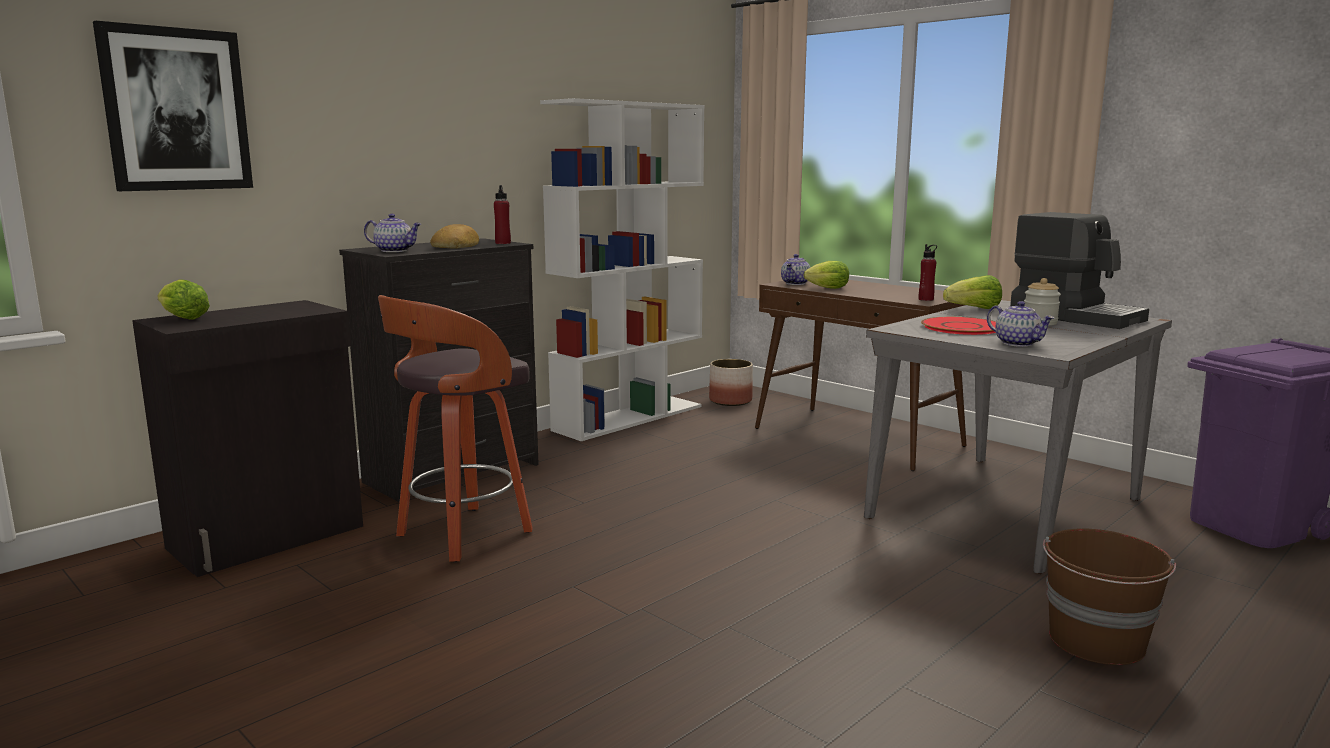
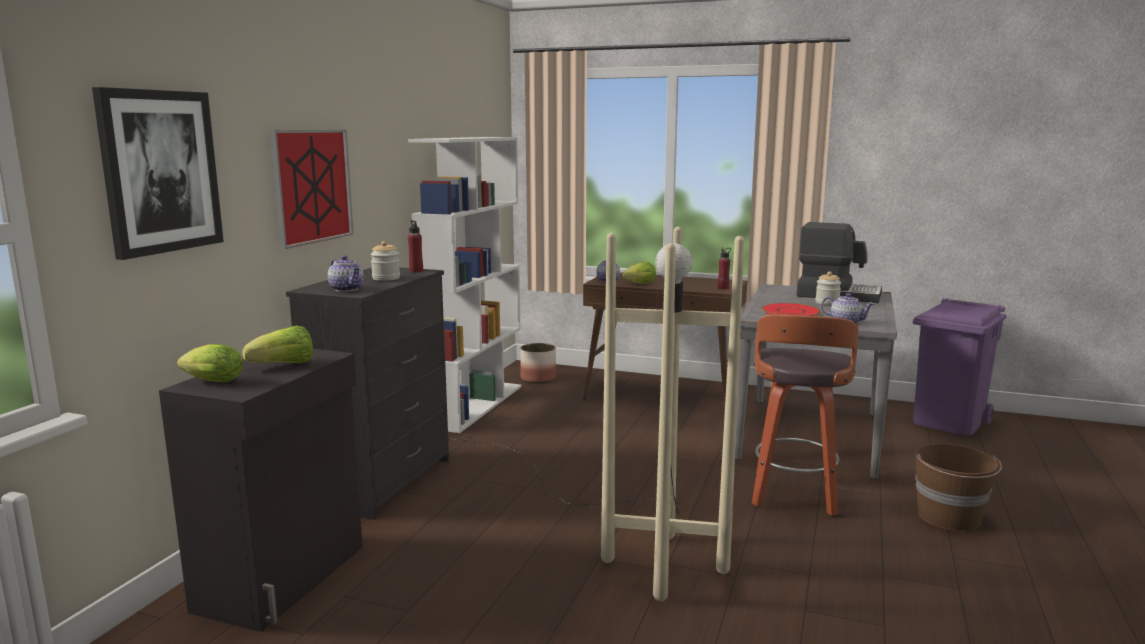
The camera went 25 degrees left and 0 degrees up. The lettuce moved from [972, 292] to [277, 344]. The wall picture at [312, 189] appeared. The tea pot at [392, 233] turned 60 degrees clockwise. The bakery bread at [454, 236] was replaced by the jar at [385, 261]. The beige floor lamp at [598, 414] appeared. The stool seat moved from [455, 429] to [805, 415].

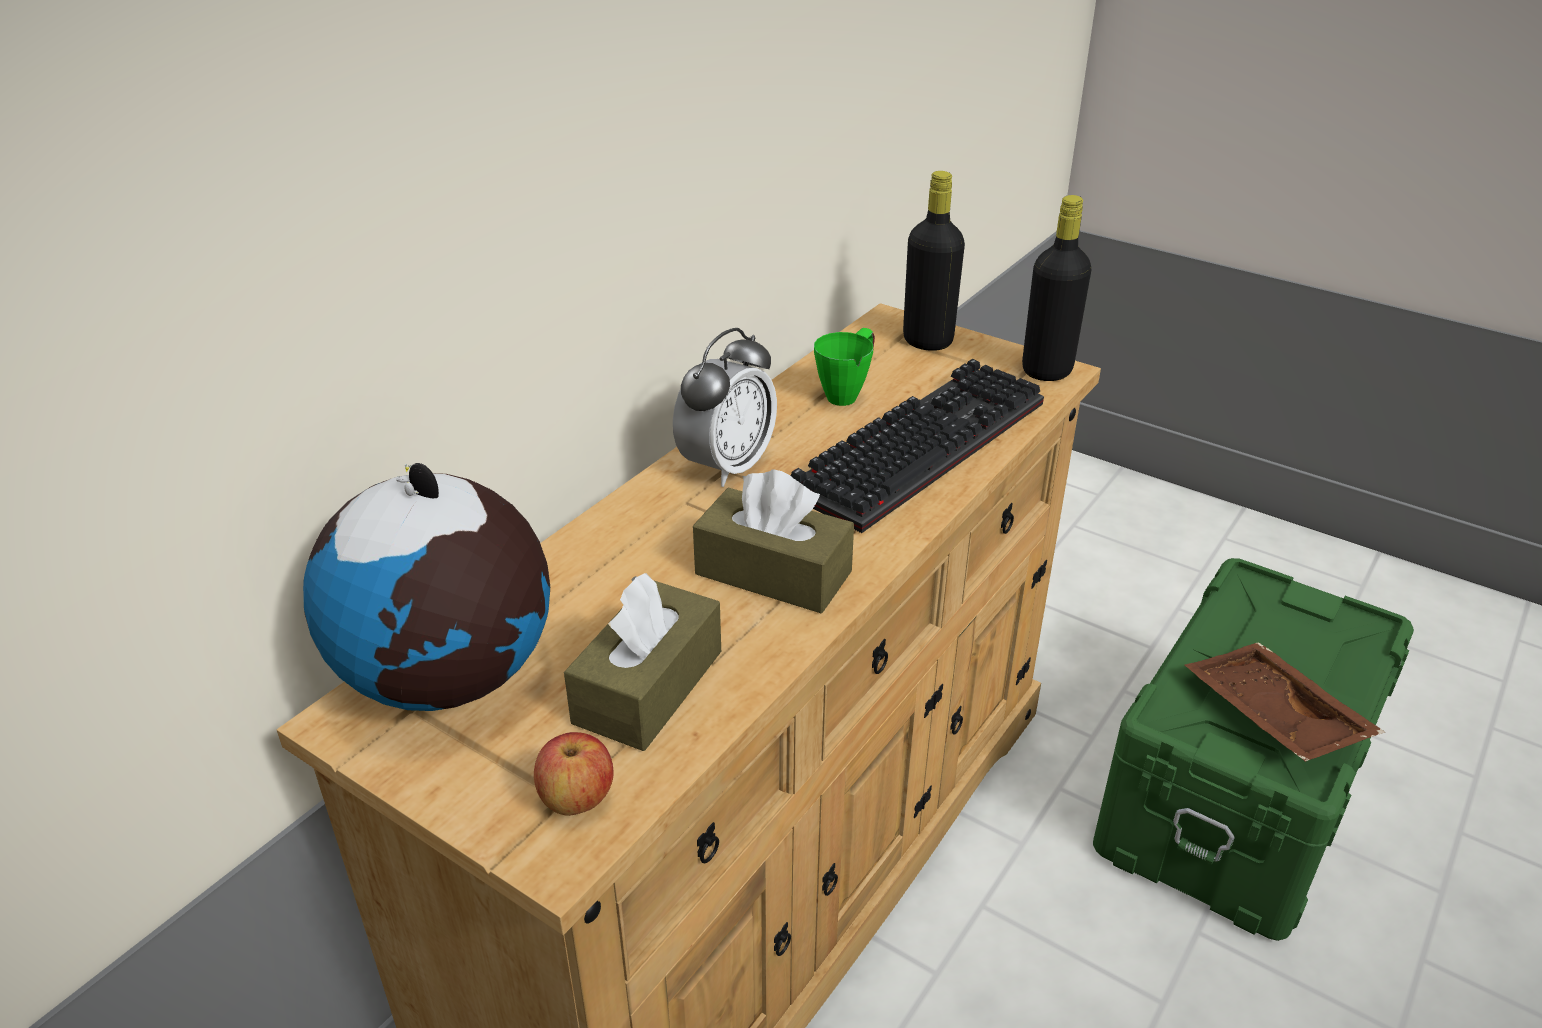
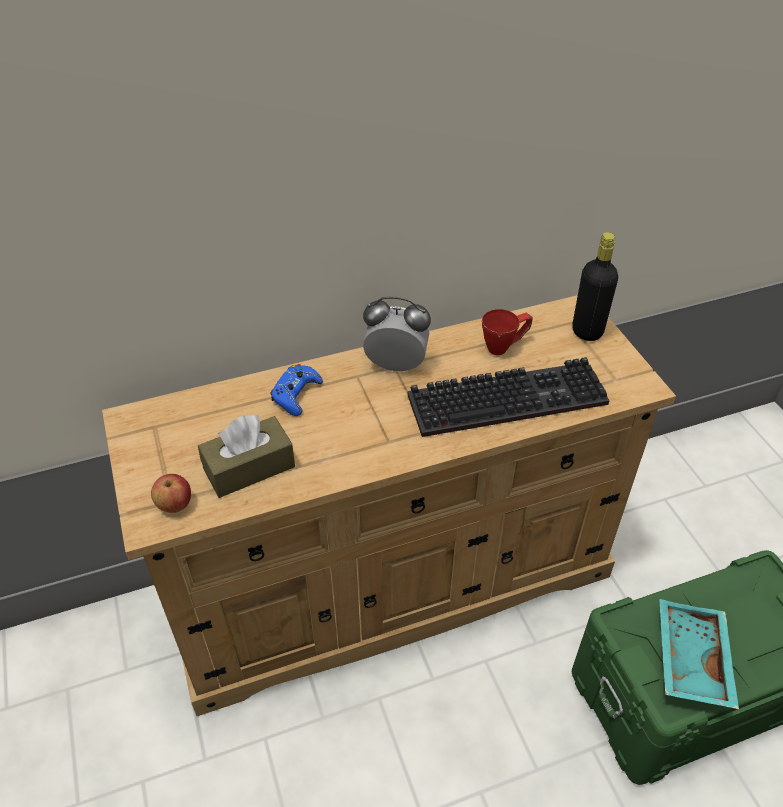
The camera went 35 degrees right and 10 degrees up. The blue-coloured gamepad at [297, 390] appeared. The alarm clock at [725, 407] turned 150 degrees counterclockwise. The green-coloured mug at [844, 367] became the reddish mug at [507, 332]. The brown carrying tray at [1285, 702] became the turquoise-coloured carrying tray at [699, 654]. The world globe at [426, 587] disappeared. The brown box of tissues at [773, 541] disappeared. The blackish bottle at [1056, 288] disappeared.

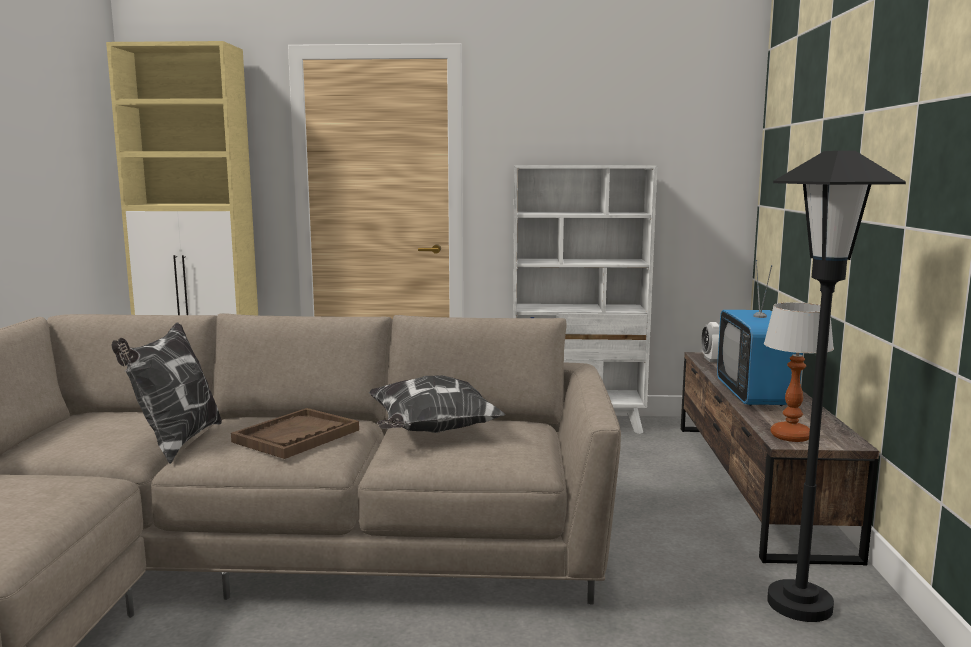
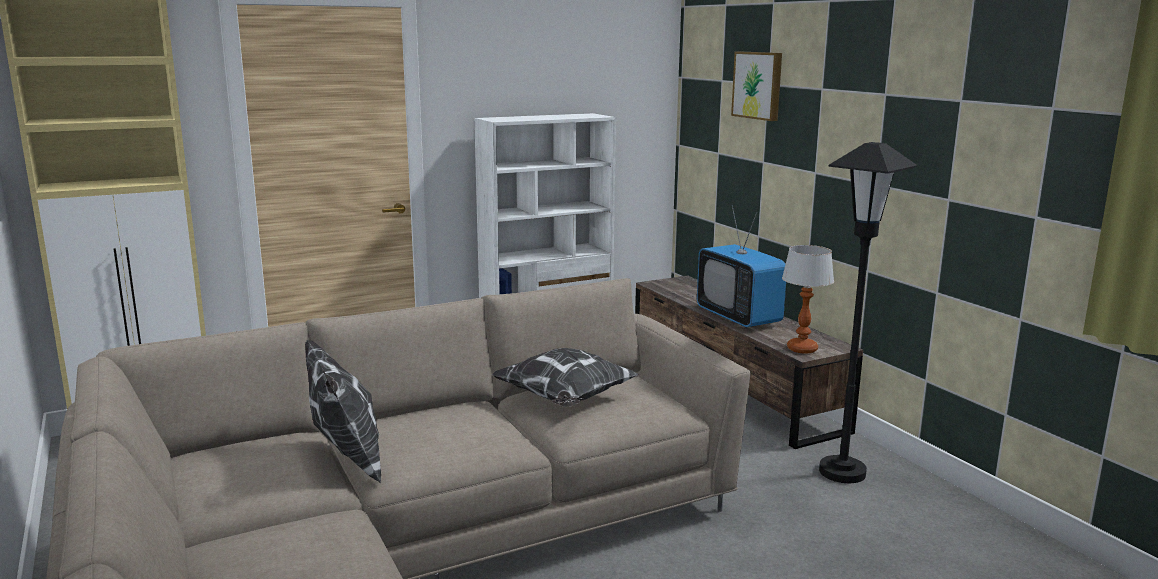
The camera went 30 degrees left and 5 degrees up. The wall picture at [756, 86] appeared. The brown carrying tray at [295, 433] disappeared. The alarm clock at [710, 342] disappeared.

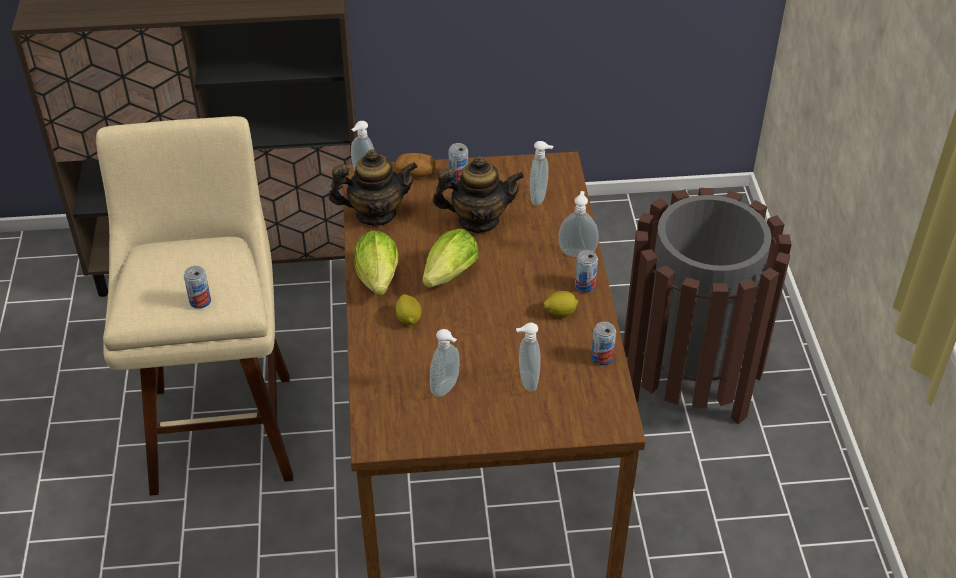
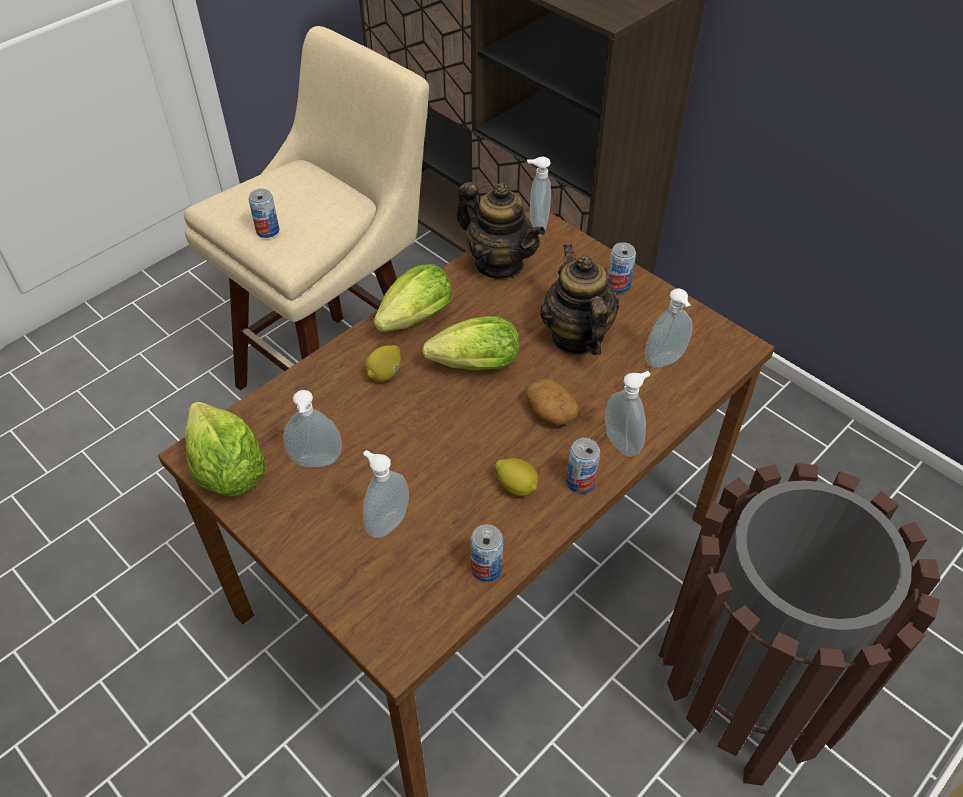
The camera went 50 degrees right and 5 degrees up. The lettuce at [225, 449] appeared. The spud moved from [415, 165] to [552, 402]. The tea pot at [478, 194] turned 150 degrees counterclockwise.

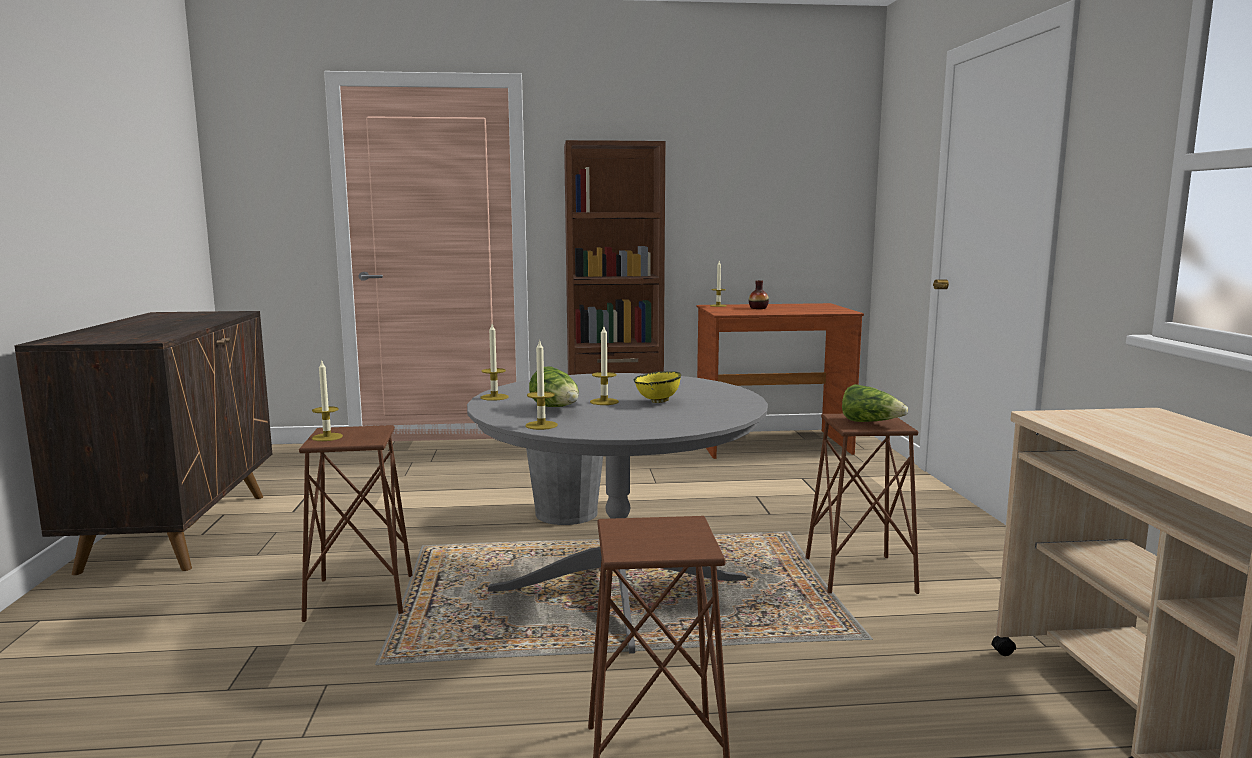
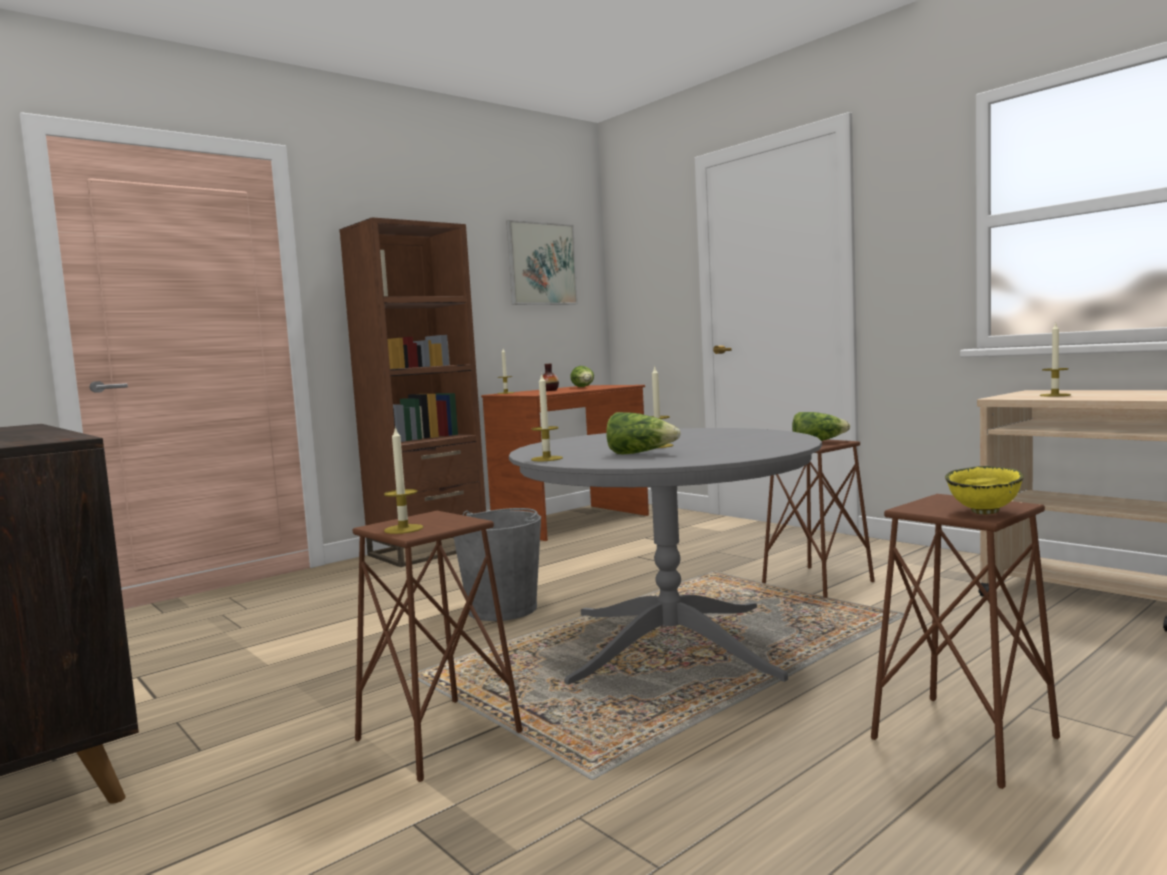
The camera went 35 degrees left and 5 degrees down. The wall picture at [542, 262] appeared. The lettuce at [582, 376] appeared. The yellow bowl moved from [657, 387] to [984, 490]. The wax candle moved from [541, 384] to [1055, 360].

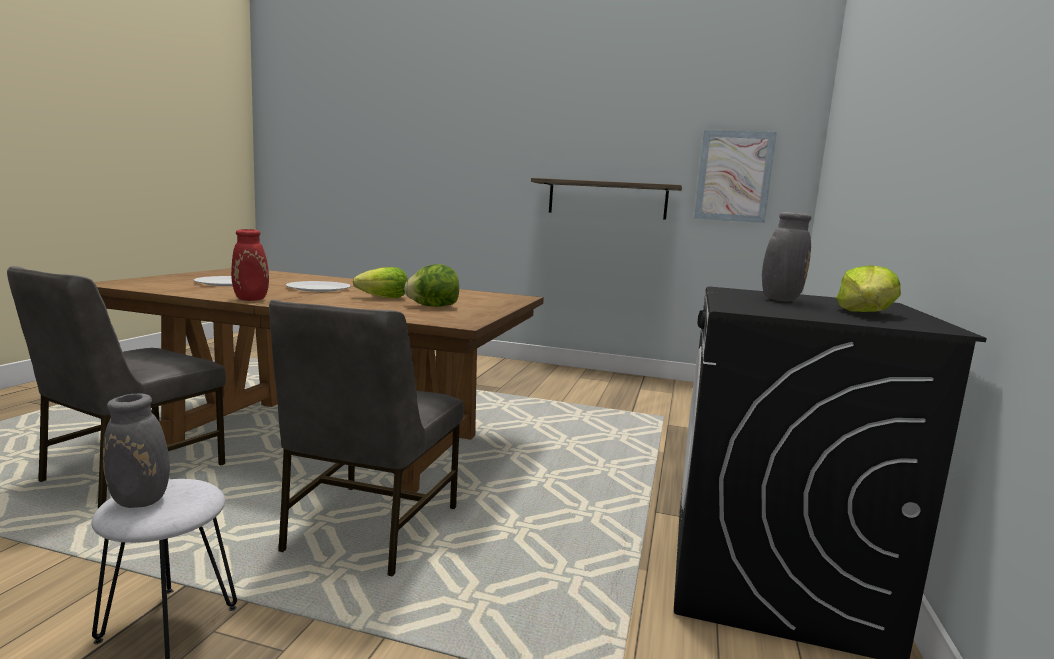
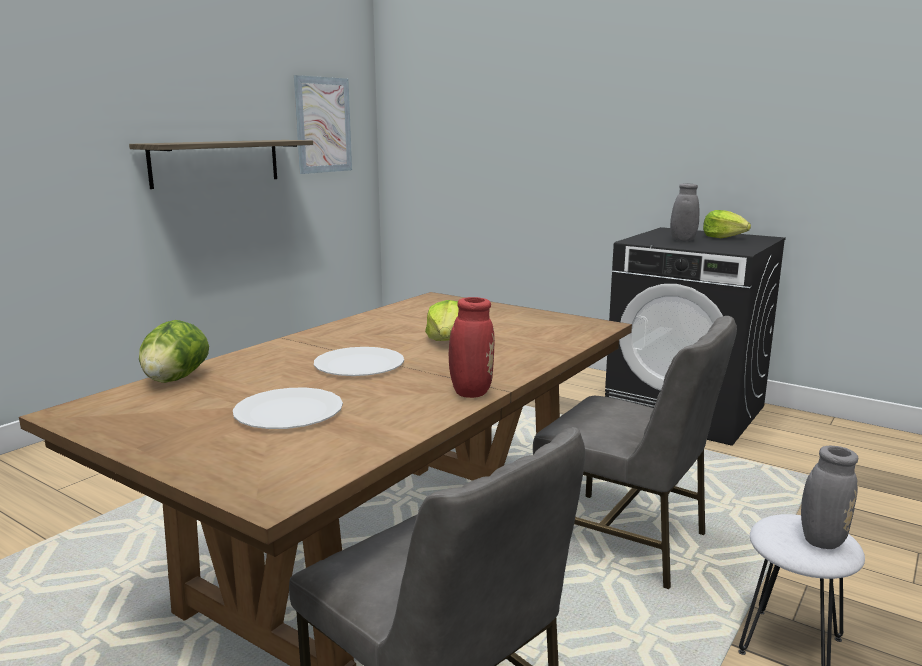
The camera went 70 degrees left and 5 degrees up. The lettuce moved from [431, 285] to [174, 351].

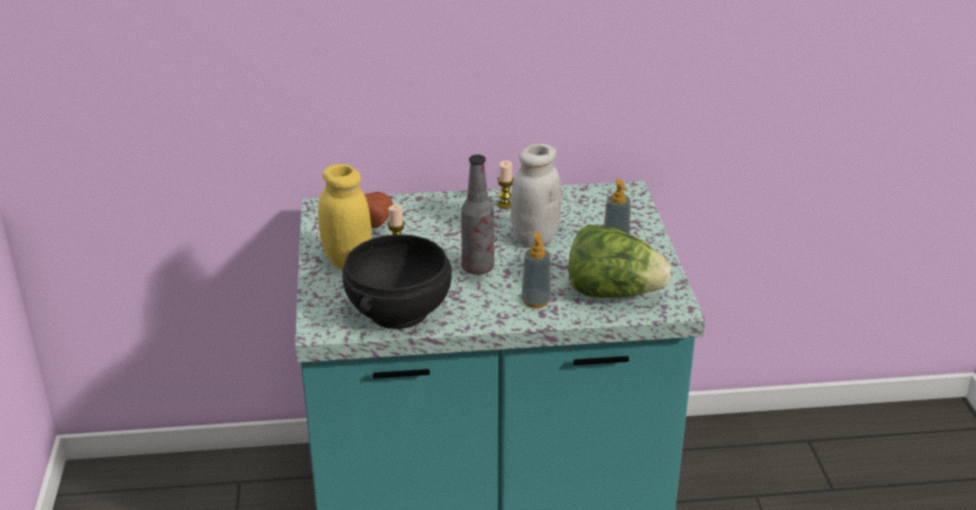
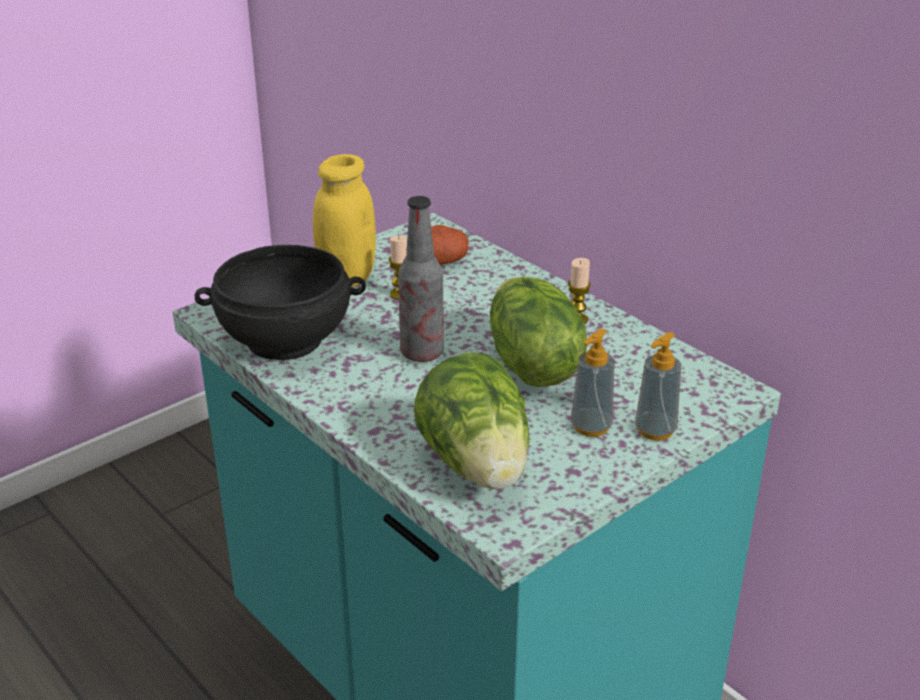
The camera went 55 degrees right and 0 degrees up. The white jar at [535, 195] was replaced by the lettuce at [538, 332]. The soap dispenser moved from [536, 270] to [658, 386].

